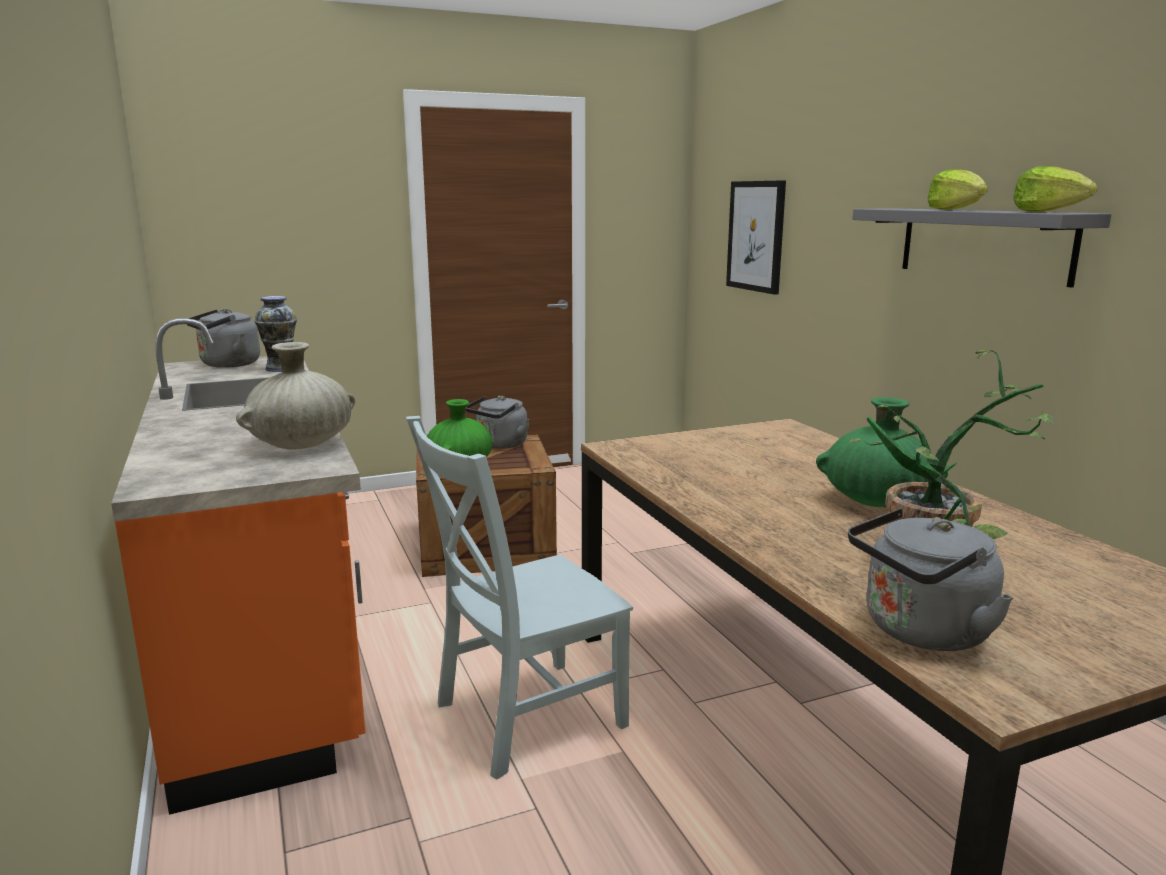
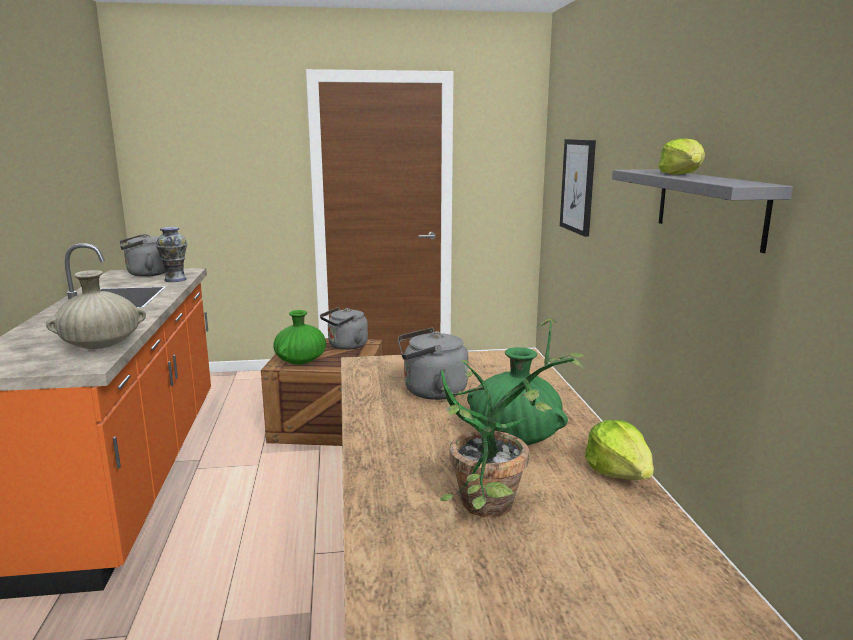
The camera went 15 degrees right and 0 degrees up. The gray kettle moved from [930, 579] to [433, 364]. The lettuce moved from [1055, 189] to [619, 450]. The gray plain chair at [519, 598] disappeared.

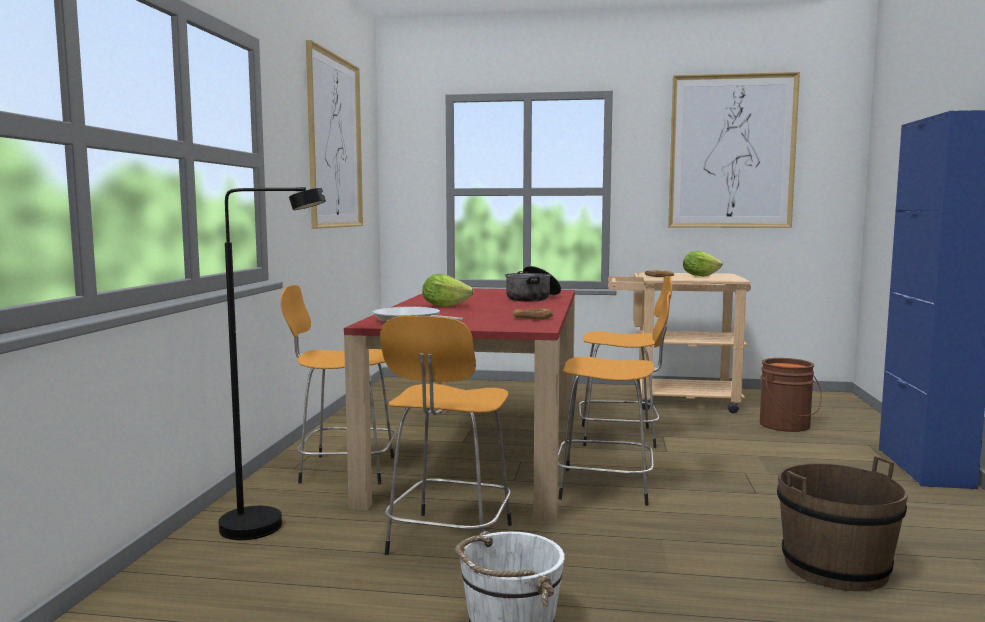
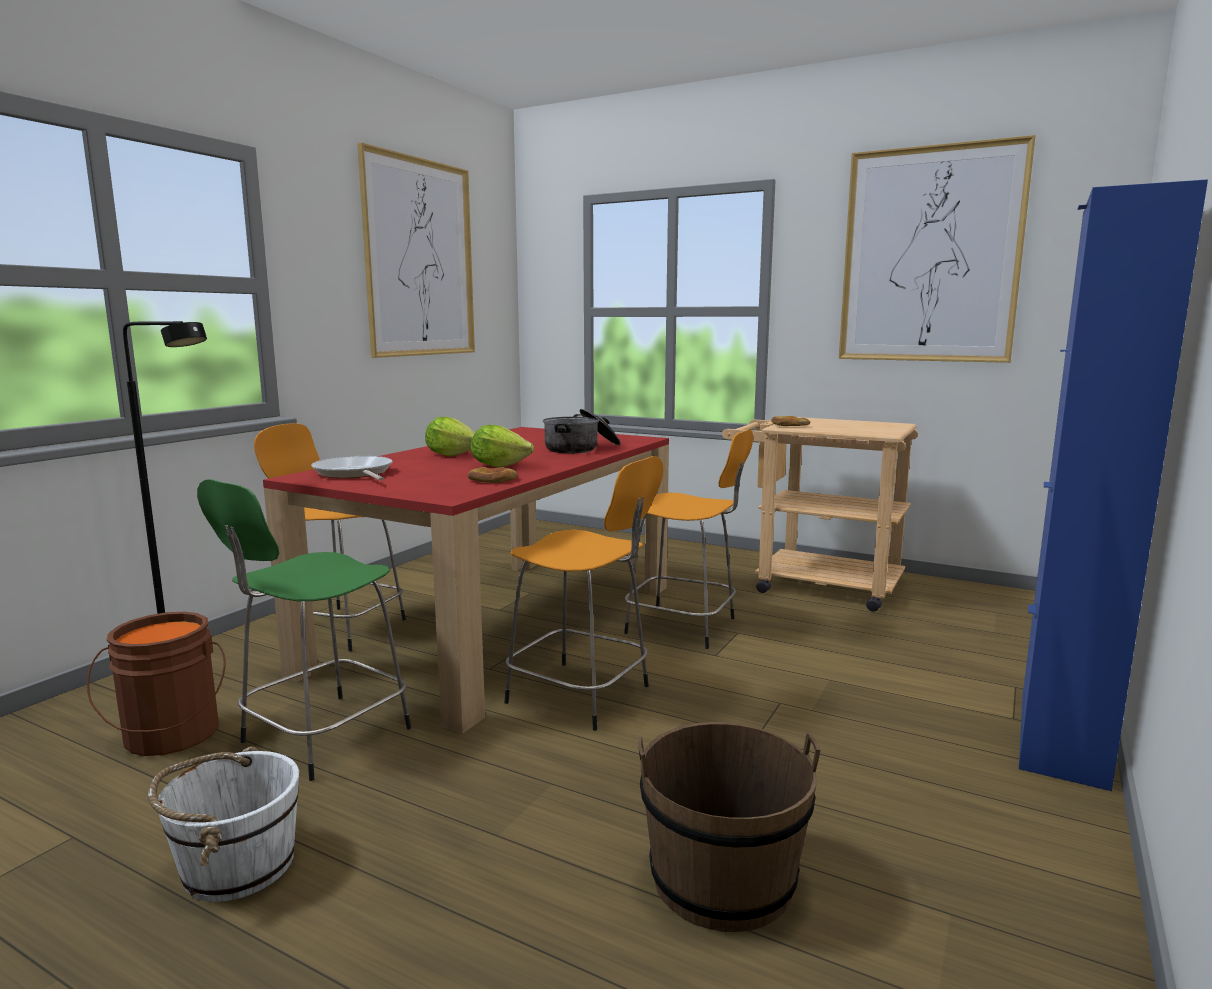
The camera went 20 degrees right and 5 degrees up. The brown bucket moved from [791, 395] to [156, 684]. The orange stool seat at [446, 435] became the green-coloured stool seat at [304, 630]. The lettuce moved from [702, 264] to [502, 446].

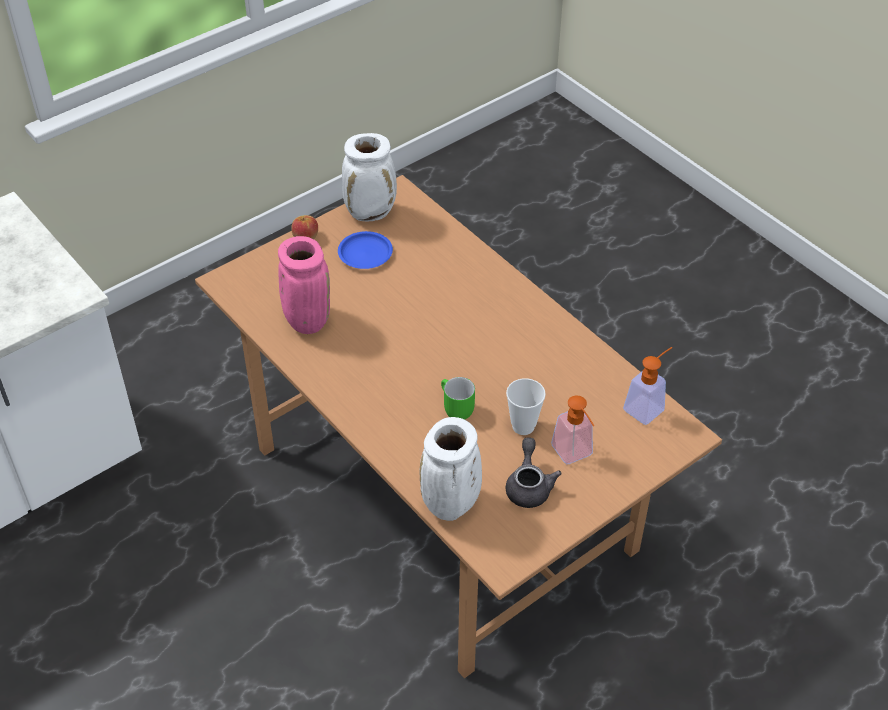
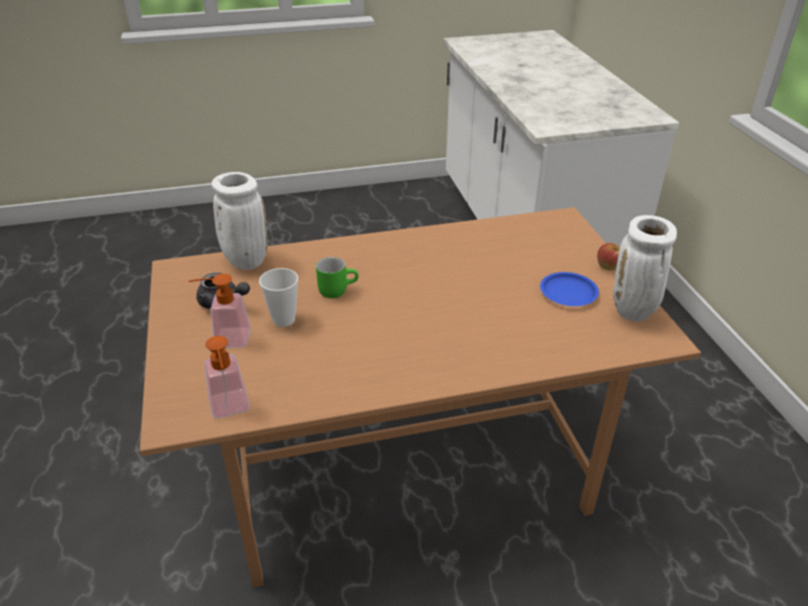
The camera went 115 degrees right and 10 degrees down. The pink-coloured decorative vase at [304, 285] disappeared.

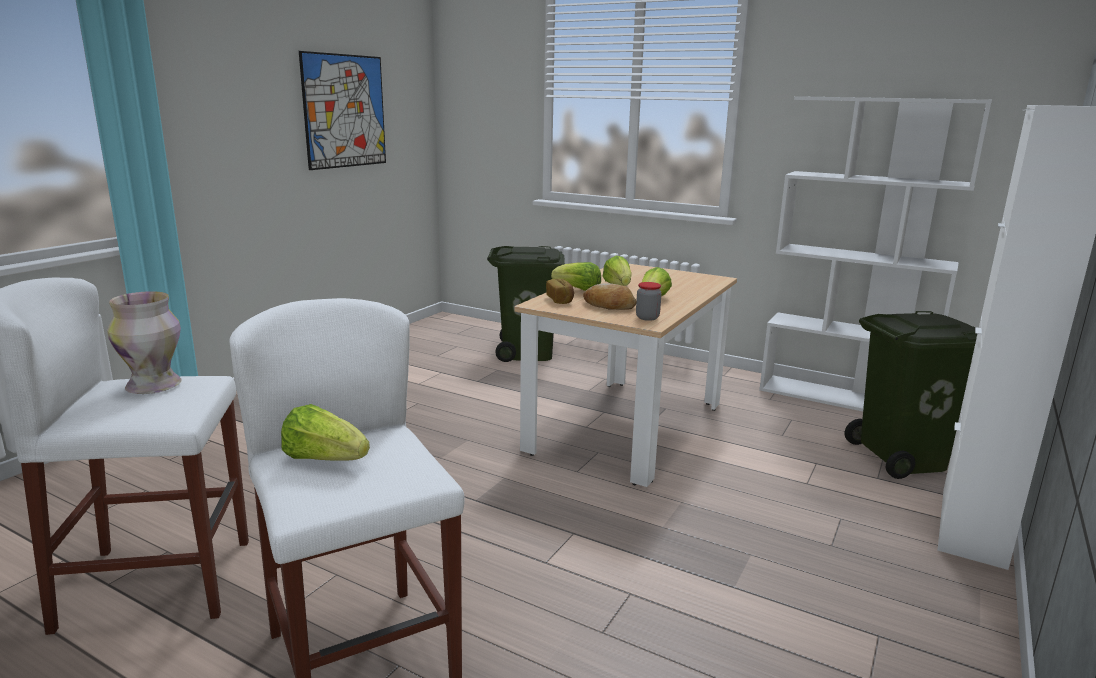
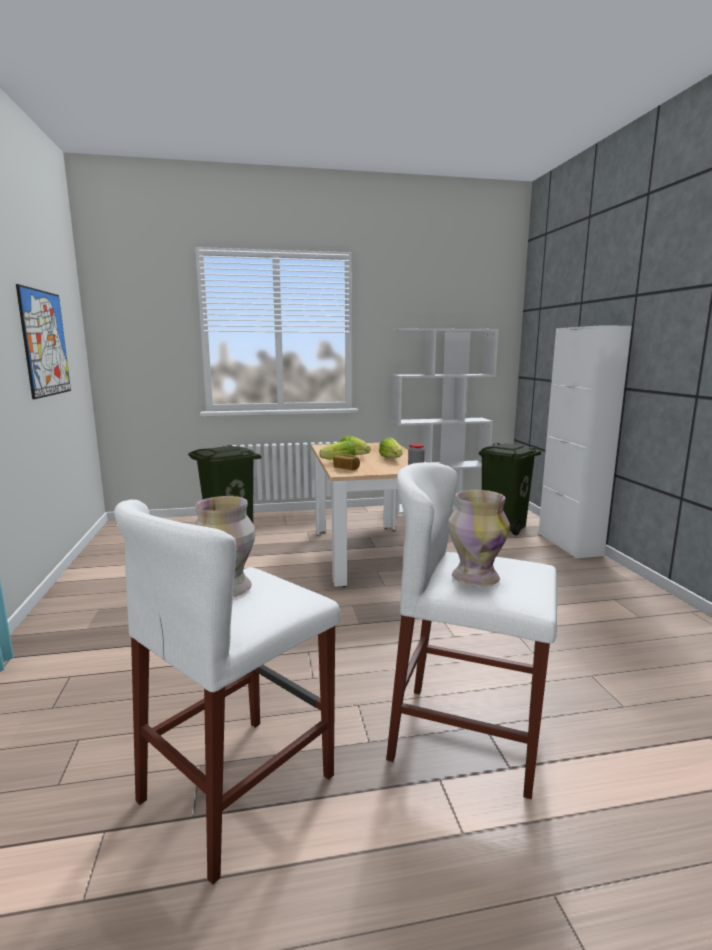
The camera went 40 degrees left and 5 degrees down. The lettuce at [325, 432] was replaced by the decorative vase at [479, 538]. The bakery bread at [609, 296] disappeared.

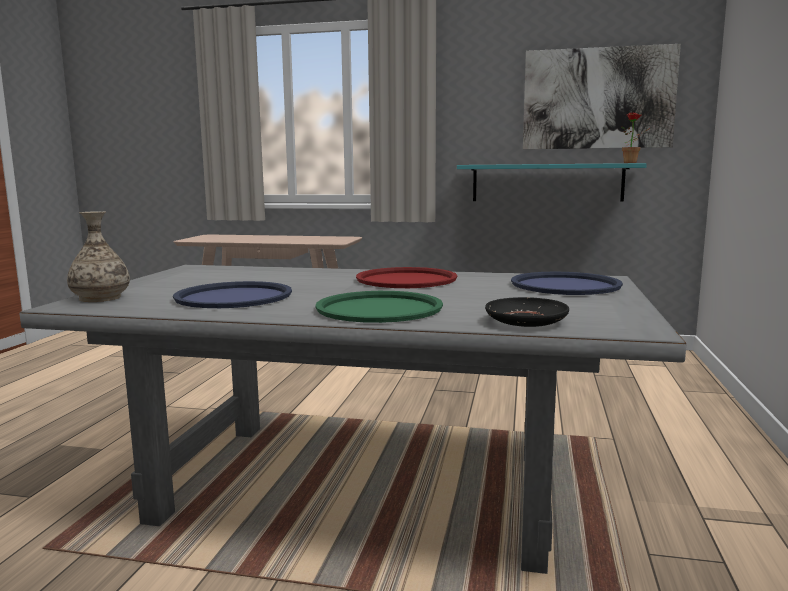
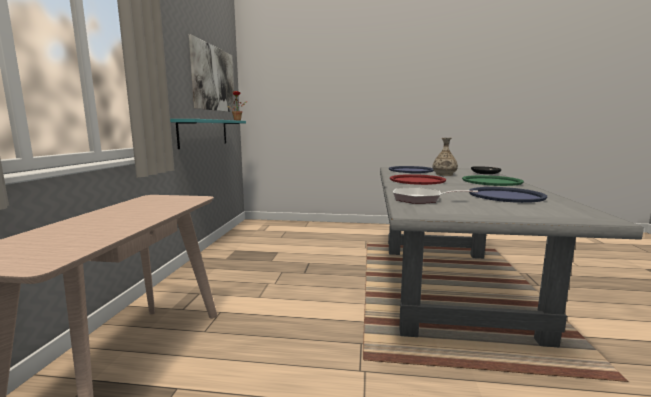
The camera went 95 degrees left and 0 degrees up. The frying pan at [435, 195] appeared. The decorative vase moved from [98, 256] to [445, 157].

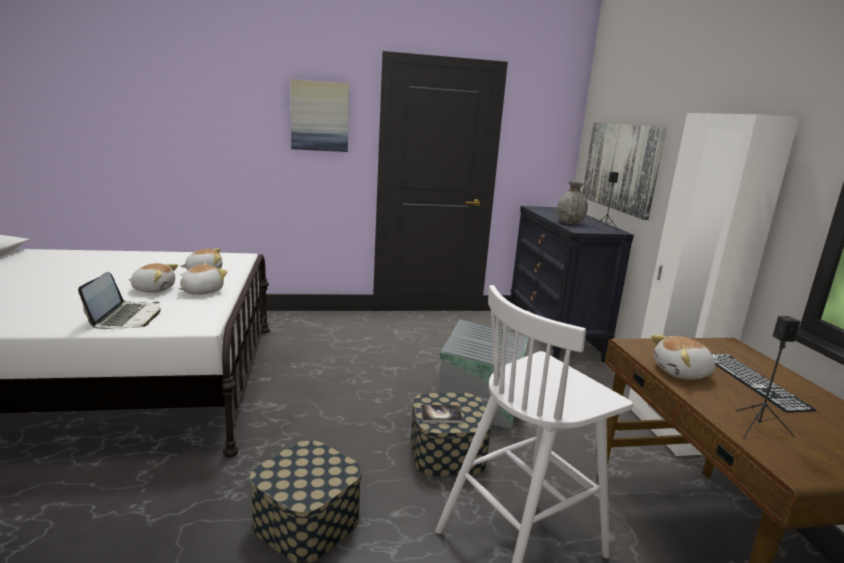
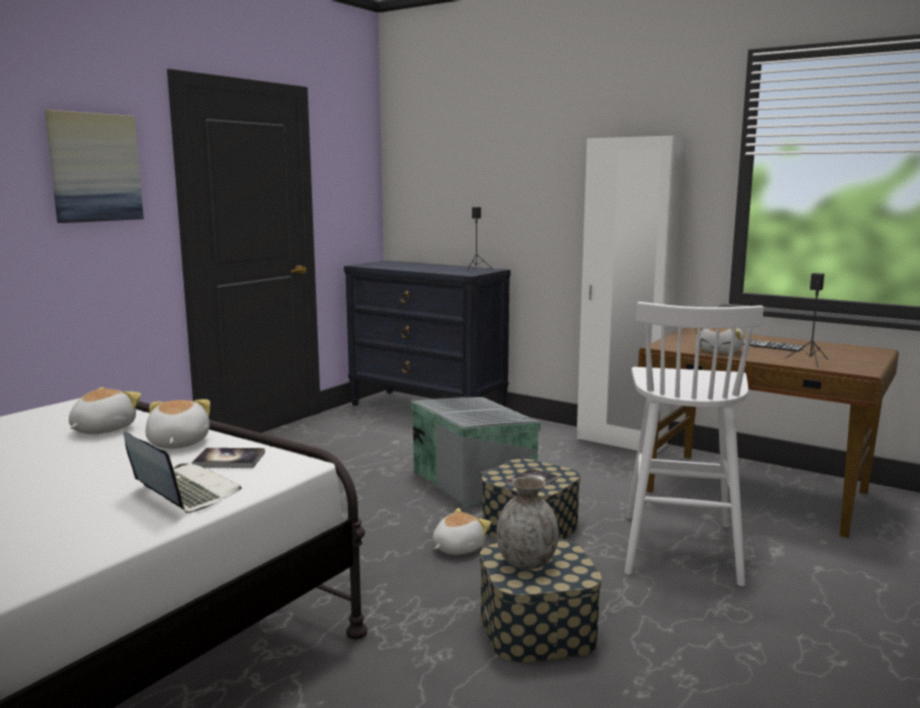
The camera went 45 degrees left and 5 degrees down. The bound book at [228, 458] appeared. The plush toy moved from [153, 278] to [462, 531]. The gray decorative vase moved from [572, 202] to [527, 523]. The wall picture at [625, 171] disappeared.

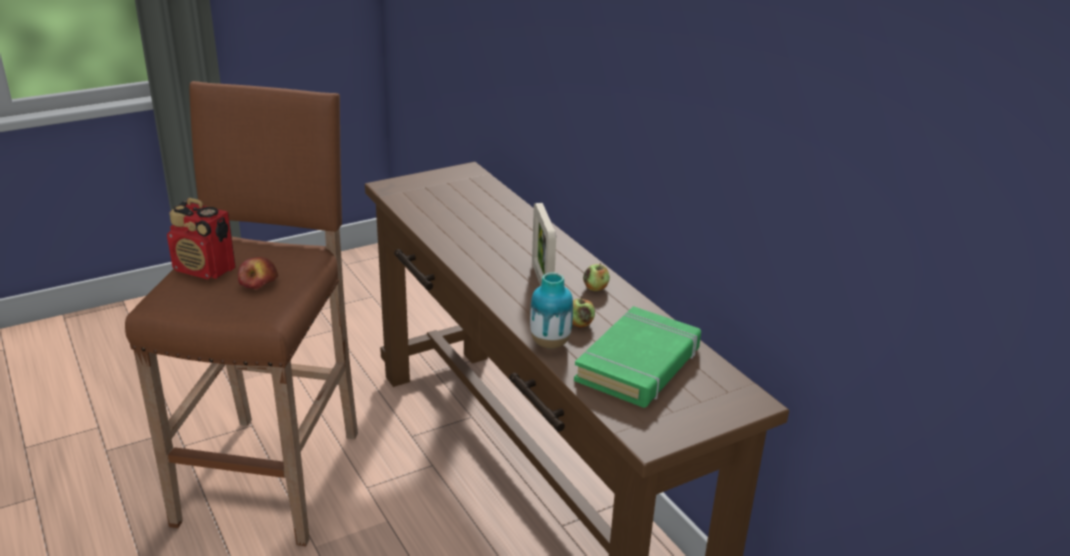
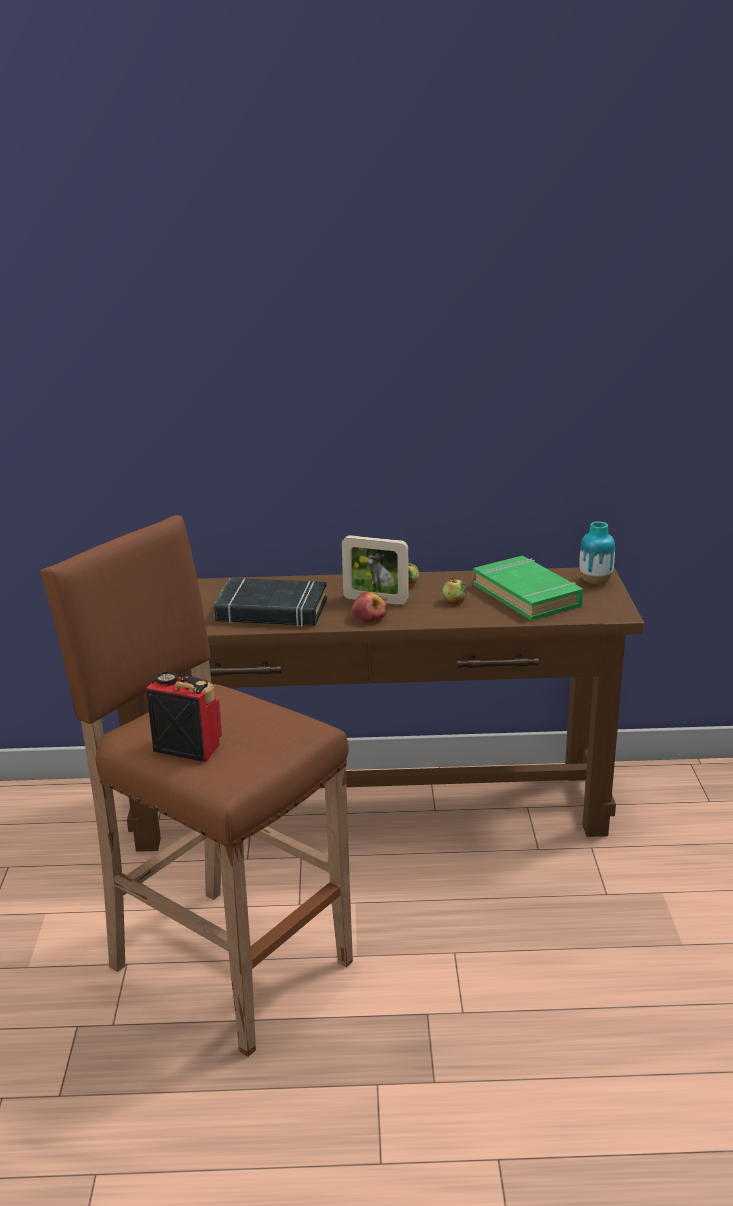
The camera went 60 degrees left and 5 degrees down. The radio set at [201, 239] turned 120 degrees counterclockwise. The blackish bound book at [270, 602] appeared. The apple fruit moved from [258, 273] to [368, 607]. The decorative vase moved from [551, 310] to [597, 552].

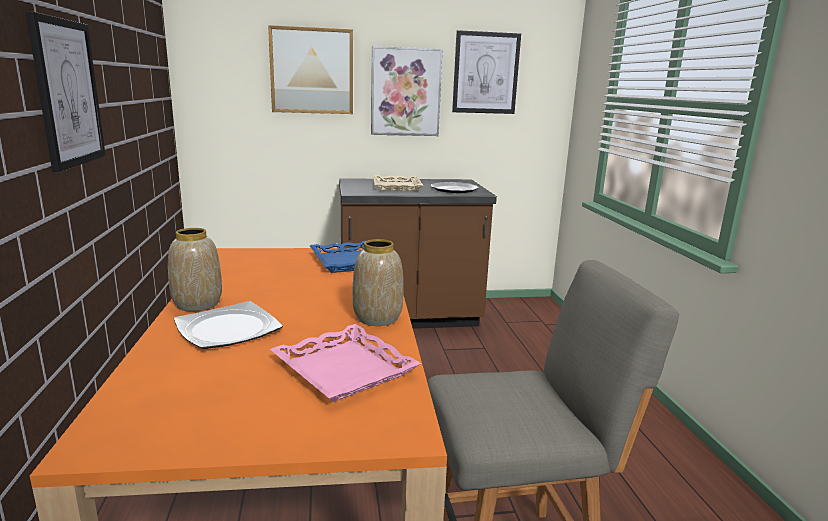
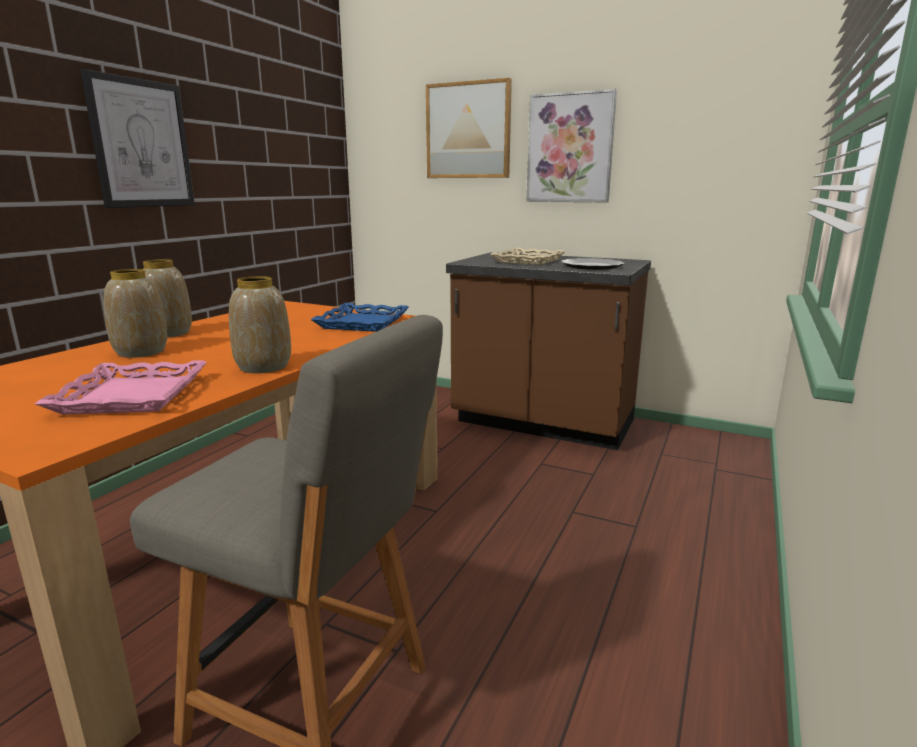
The camera went 35 degrees right and 0 degrees up. The plate at [228, 325] was replaced by the decorative vase at [135, 313]. The wall picture at [486, 72] disappeared.

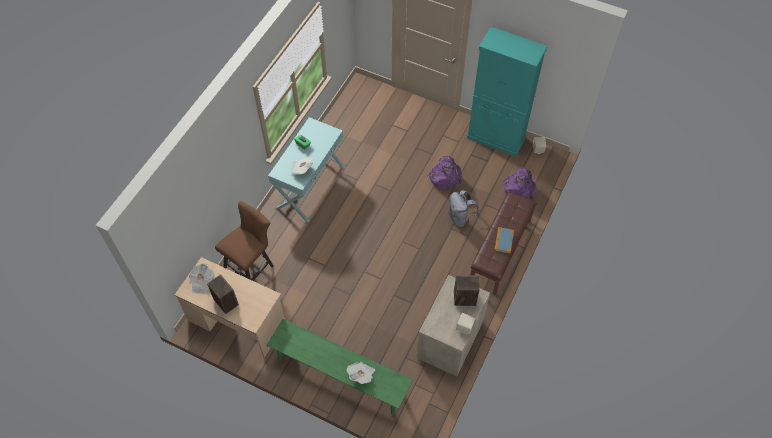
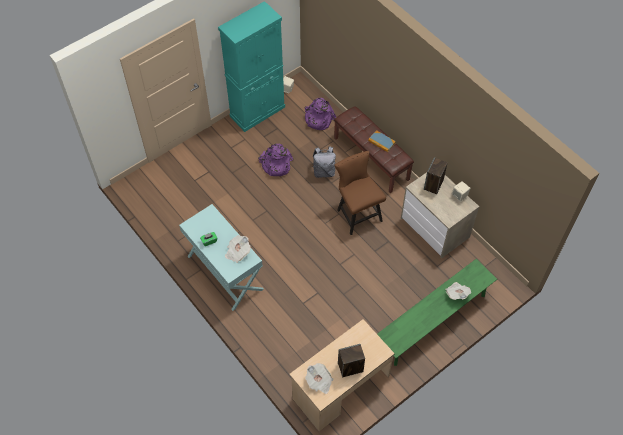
The camera went 65 degrees left and 0 degrees up. The brown plain chair moved from [244, 241] to [360, 193].

